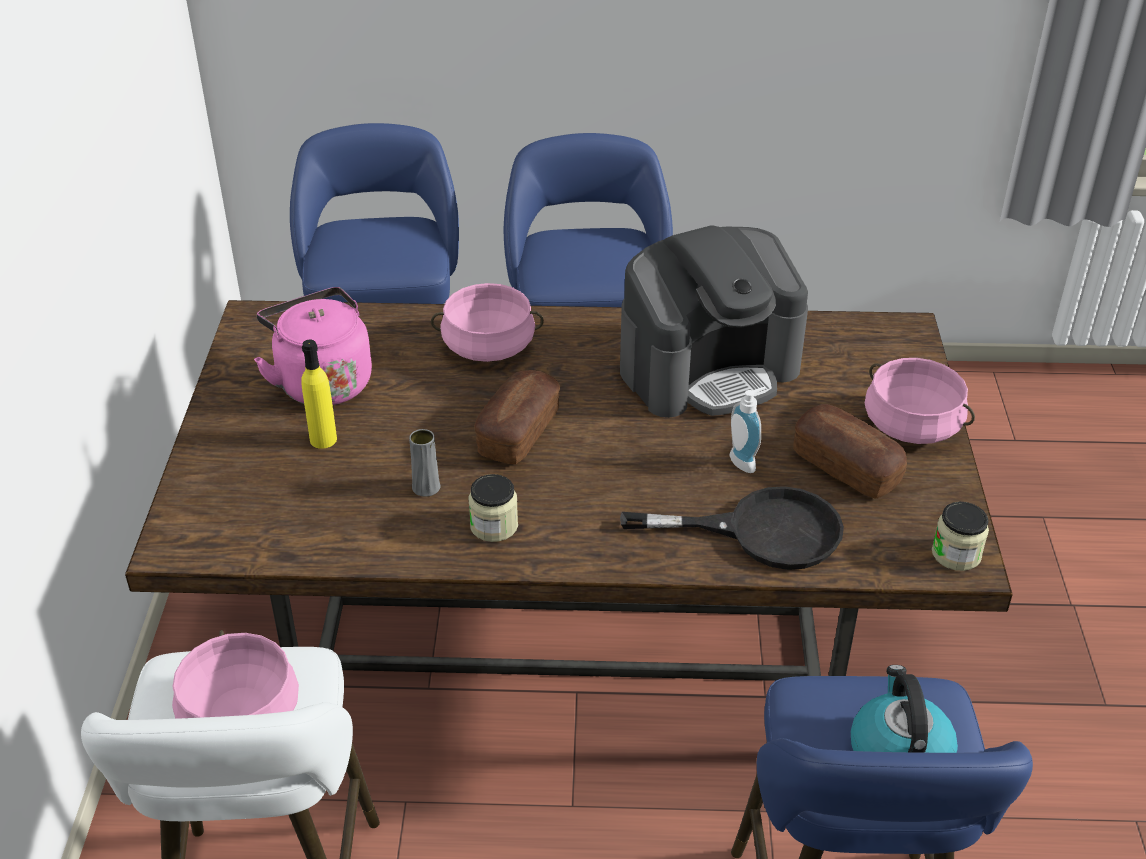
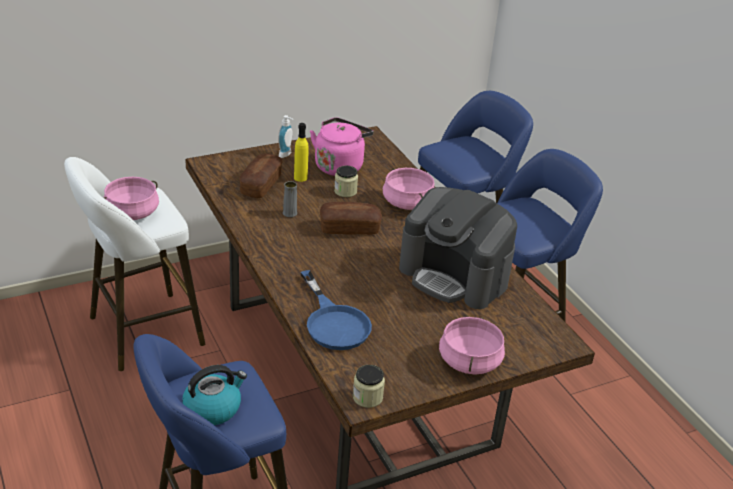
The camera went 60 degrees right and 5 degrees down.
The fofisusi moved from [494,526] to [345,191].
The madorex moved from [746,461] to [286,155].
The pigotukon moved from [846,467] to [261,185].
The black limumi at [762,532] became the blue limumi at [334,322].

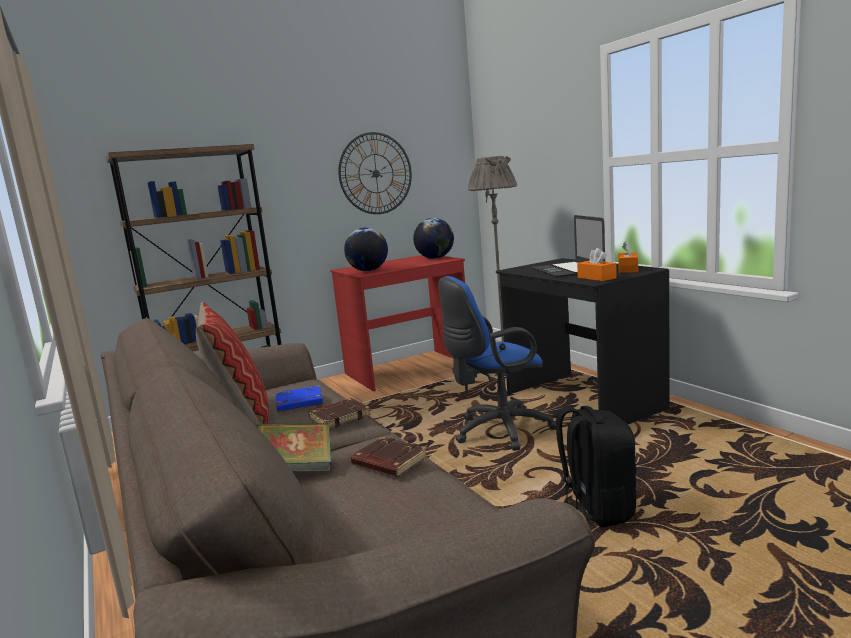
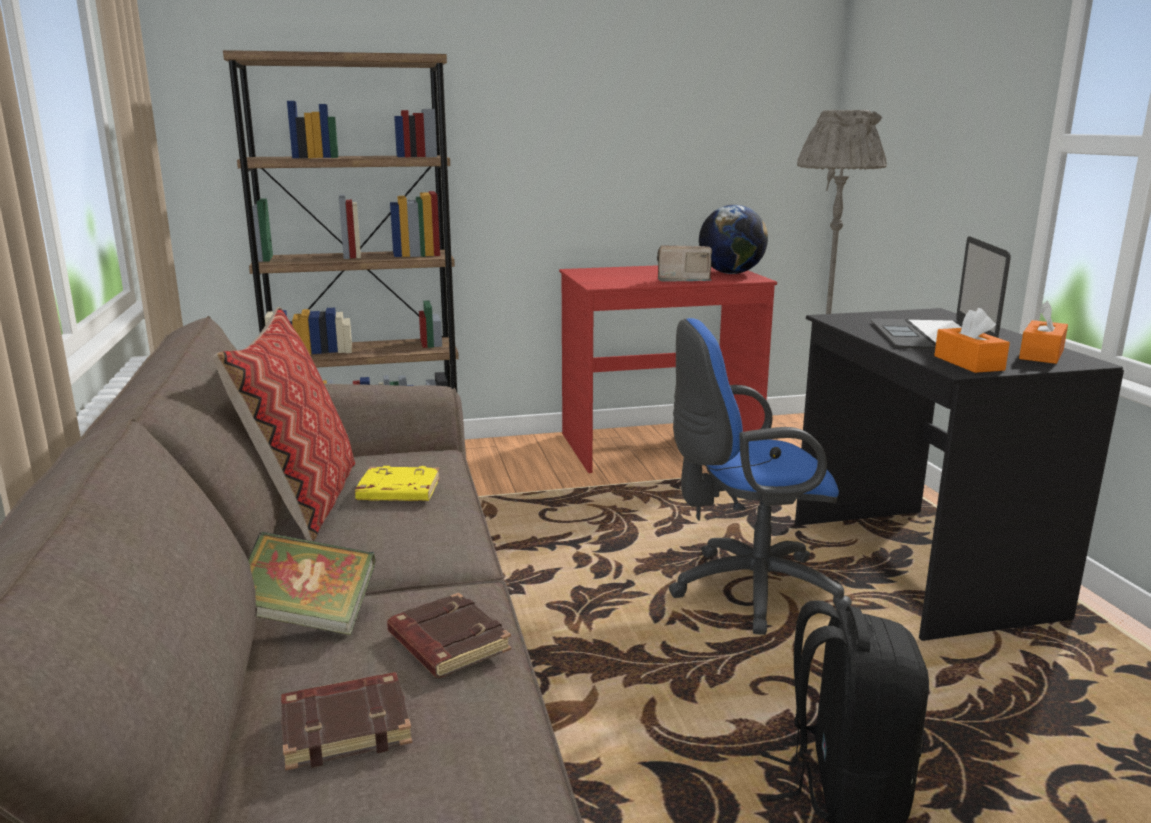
The camera went 15 degrees right and 5 degrees up.
The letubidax at [376,173] disappeared.
The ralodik at [368,270] disappeared.
The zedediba at [682,280] appeared.
The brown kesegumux moved from [340,417] to [347,726].
The blue kesegumux at [299,403] became the yellow kesegumux at [397,492].

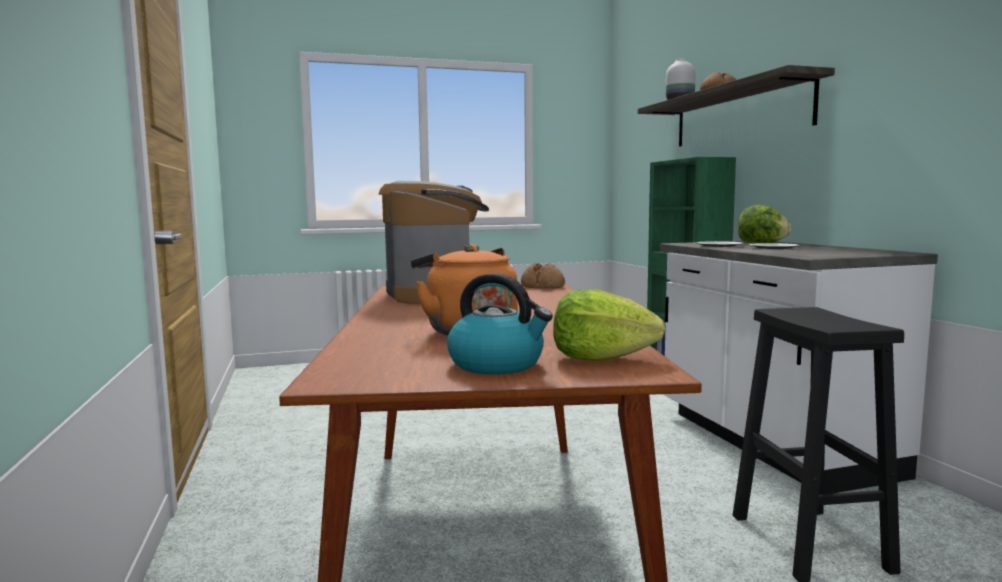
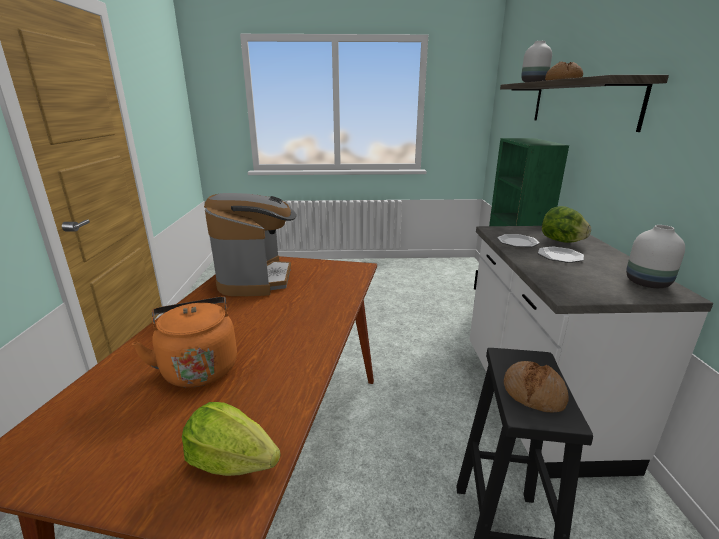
The camera went 15 degrees right and 15 degrees up.
The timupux at [498,364] disappeared.
The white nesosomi at [648,283] appeared.
The pigotukon moved from [542,286] to [533,393].

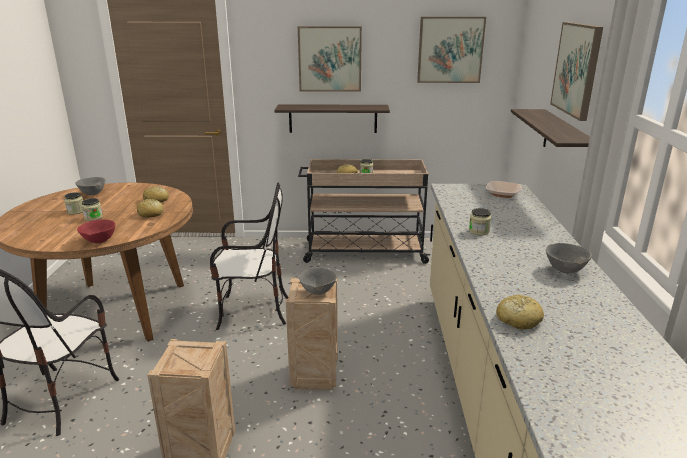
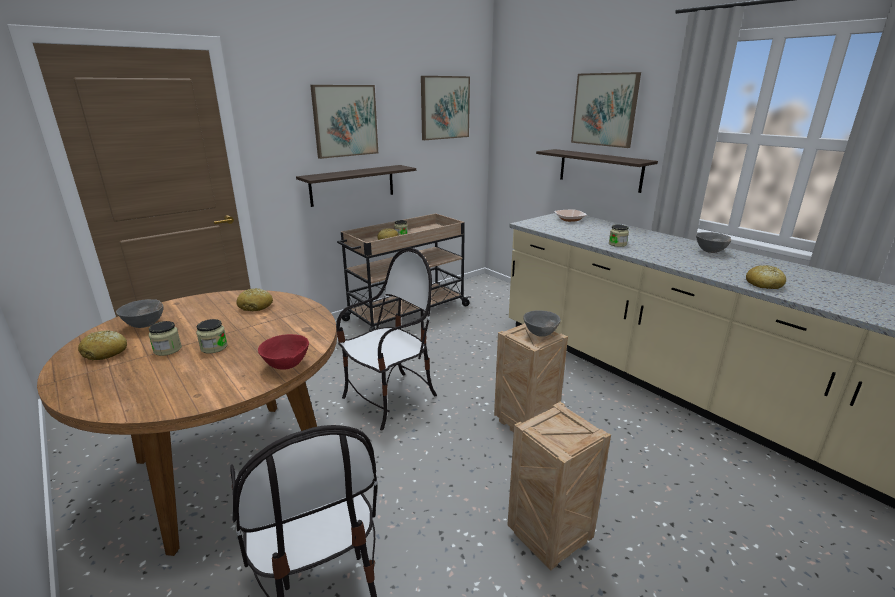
The camera went 40 degrees left and 0 degrees up.
The pigotukon moved from [151,214] to [105,353].

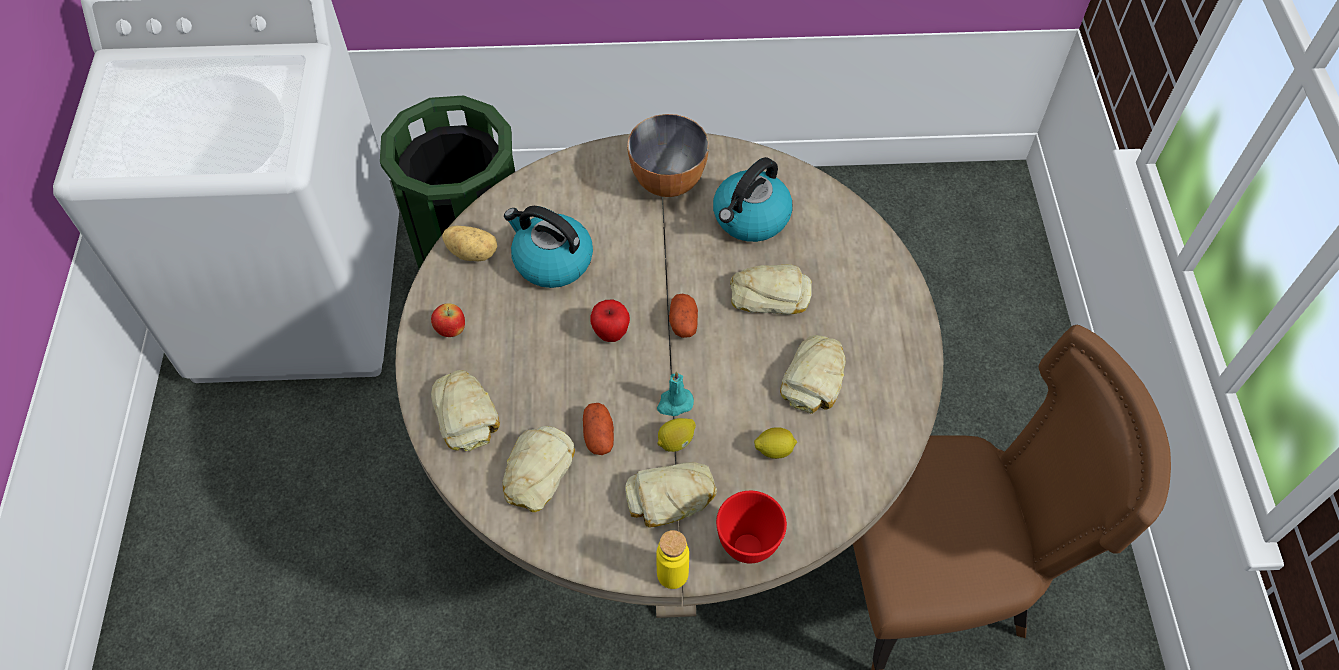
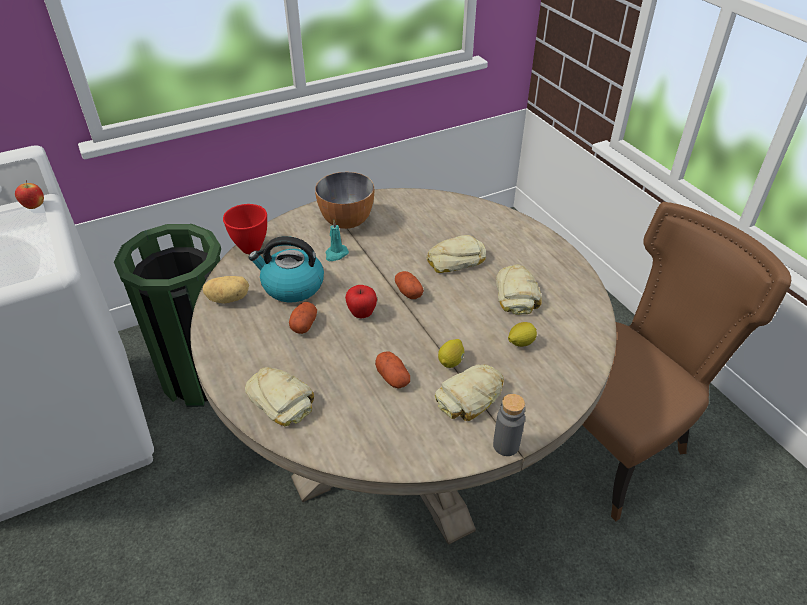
The camera went 25 degrees left and 15 degrees down.
The pigotukon at [536,472] disappeared.
The timupux at [750,218] disappeared.
The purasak at [304,324] appeared.
The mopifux moved from [451,330] to [34,206].
The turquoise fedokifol moved from [674,403] to [336,254].
The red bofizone moved from [749,547] to [252,248].
The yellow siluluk at [672,574] became the grey siluluk at [506,445].

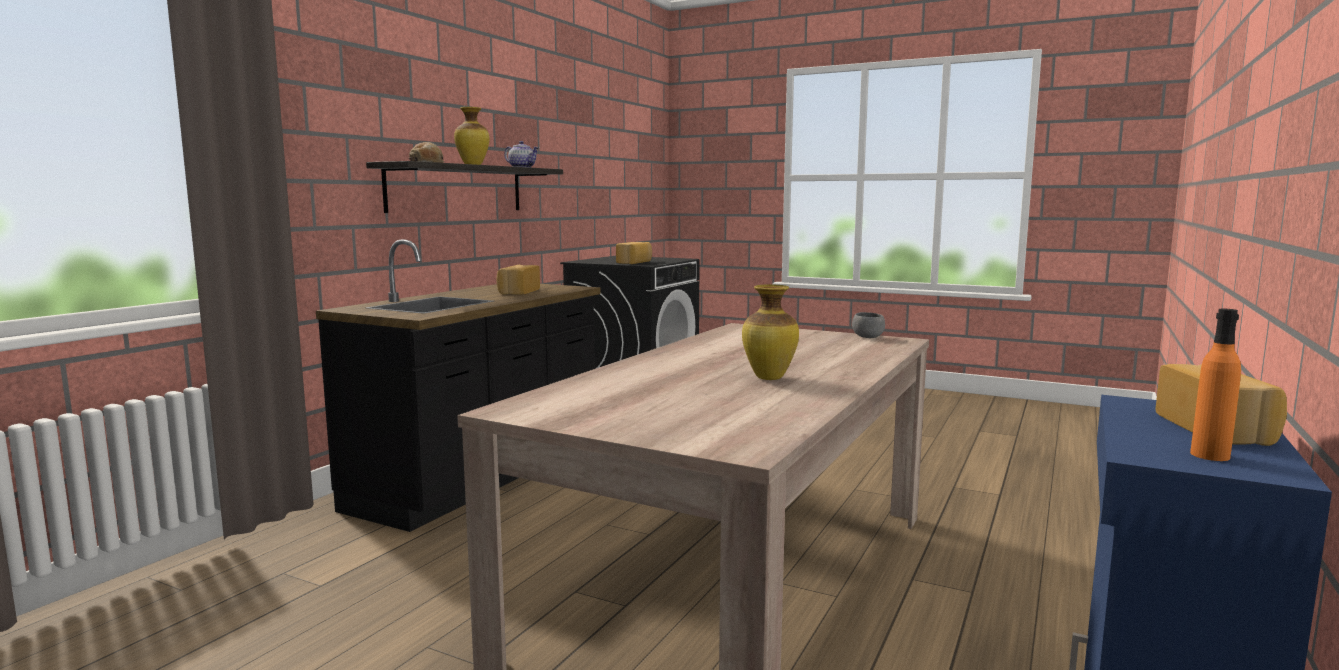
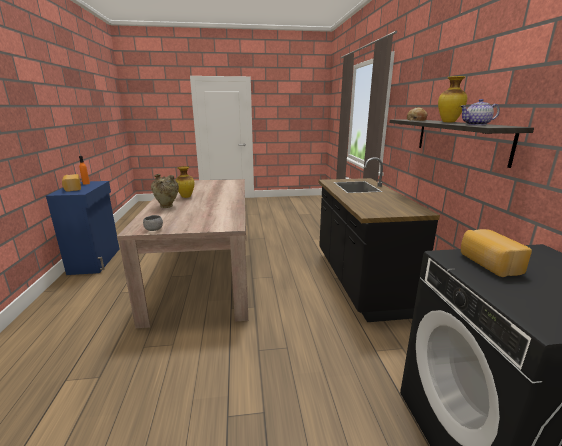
The camera went 145 degrees right and 10 degrees up.
The pigotukon at [518,292] disappeared.
The beige nesosomi at [167,207] appeared.

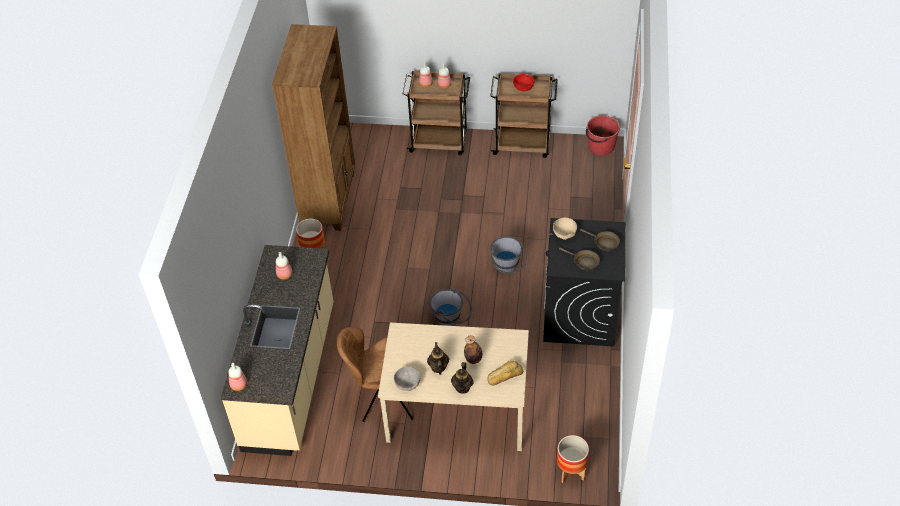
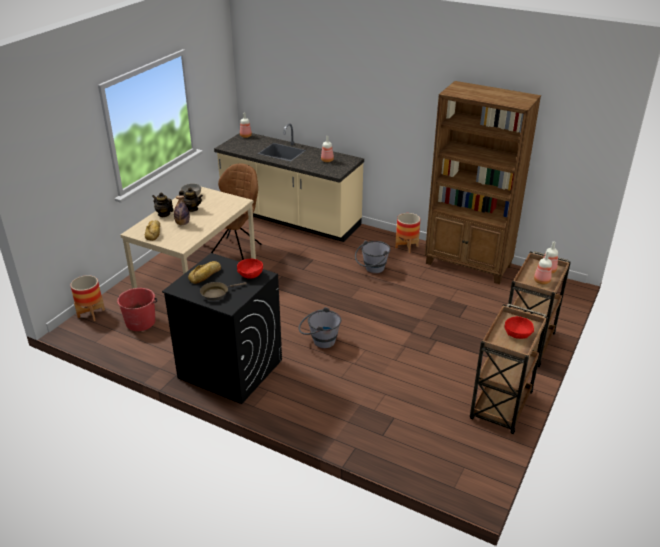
The camera went 110 degrees right and 15 degrees down.
The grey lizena moved from [452,320] to [372,270].
The red lizena moved from [600,147] to [140,322].
The brown limumi at [584,262] was replaced by the pigotukon at [206,275].
The beige bofizone at [564,233] became the red bofizone at [250,275].

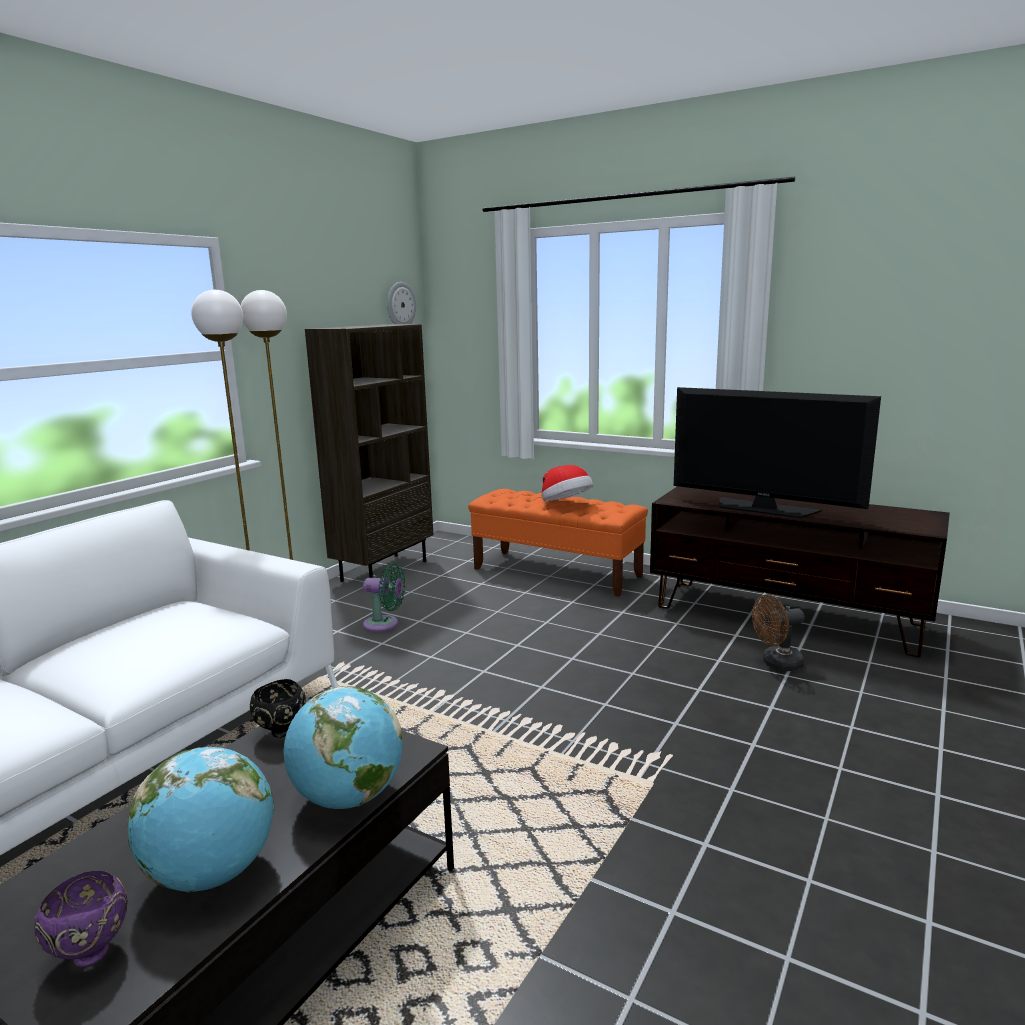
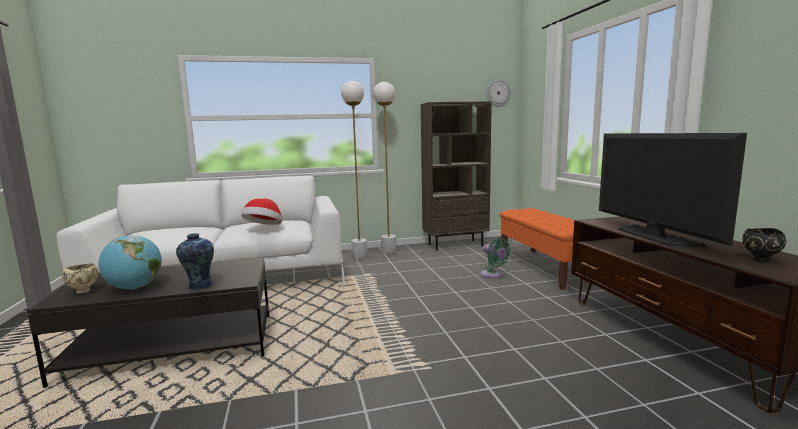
The camera went 45 degrees right and 5 degrees down.
The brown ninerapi at [776,664] disappeared.
The black bofizone moved from [281,733] to [760,260].
The green ninerapi moved from [384,624] to [493,275].
The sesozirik moved from [566,504] to [264,228].
The ralodik at [348,797] was replaced by the nesosomi at [199,286].
The purple bofizone at [91,952] became the beige bofizone at [84,291].

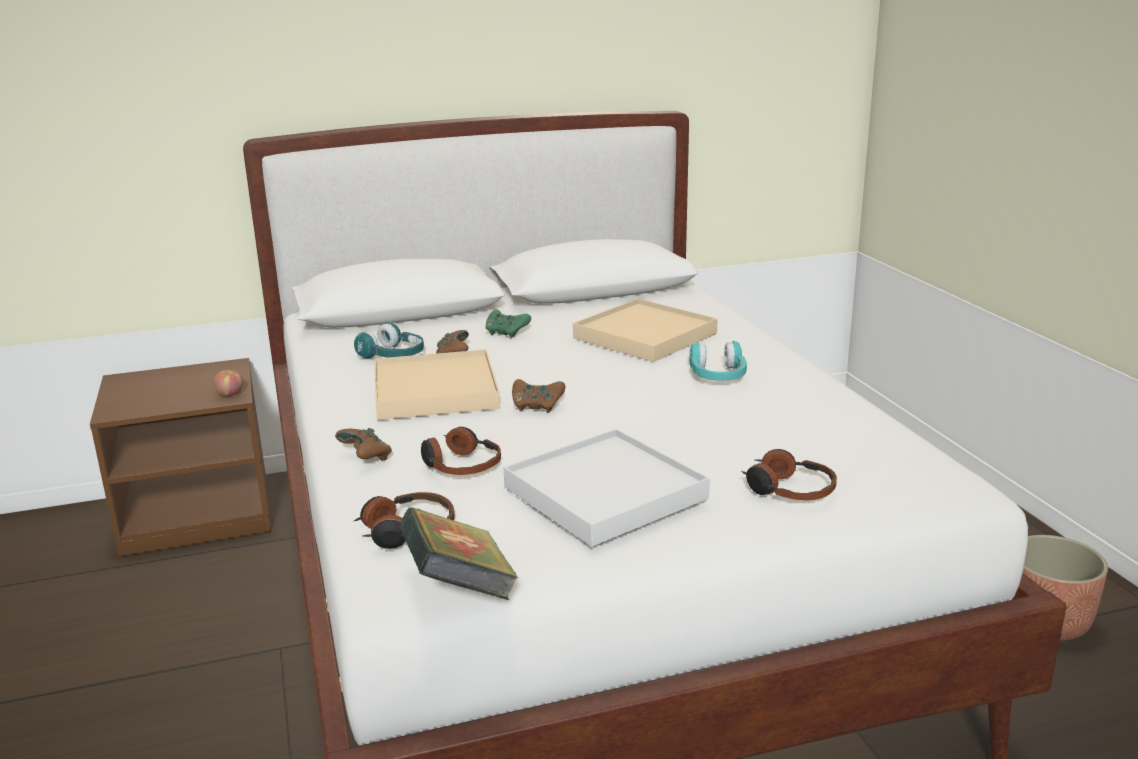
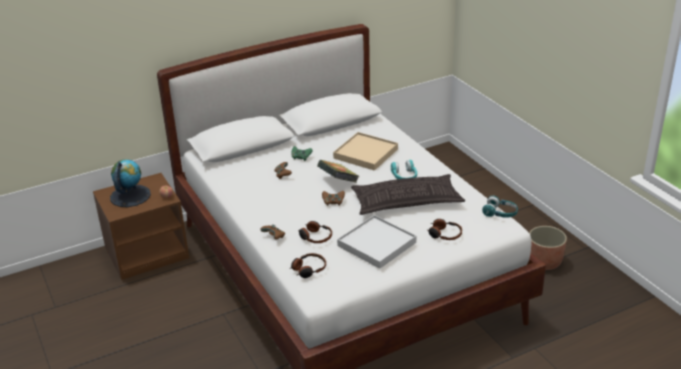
The camera went 10 degrees left and 10 degrees up.
The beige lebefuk at [435,391] disappeared.
The ralodik at [130,196] appeared.
The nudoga at [406,201] appeared.
The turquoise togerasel moved from [393,356] to [500,213].
The kesegumux moved from [459,589] to [338,182].

